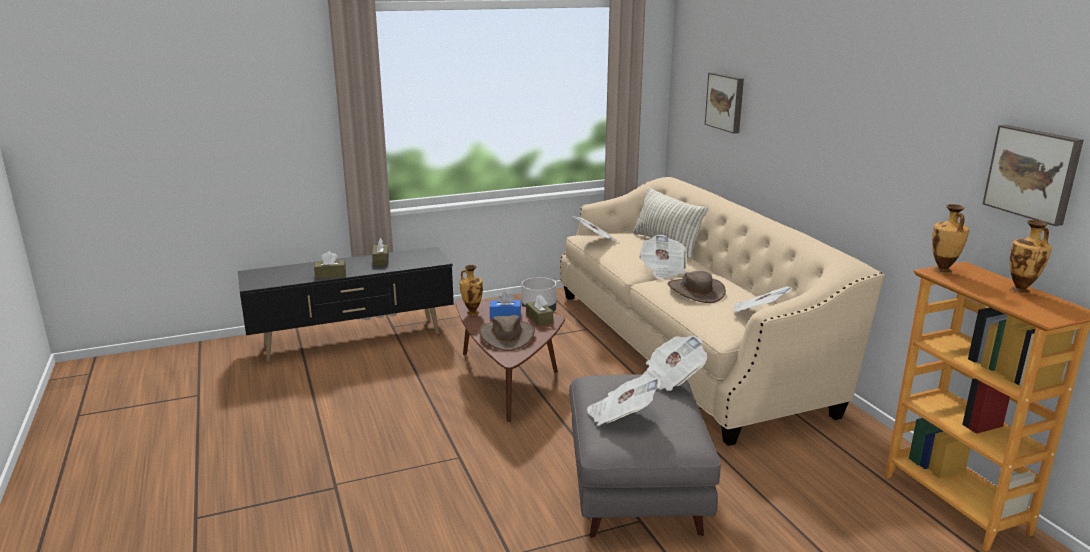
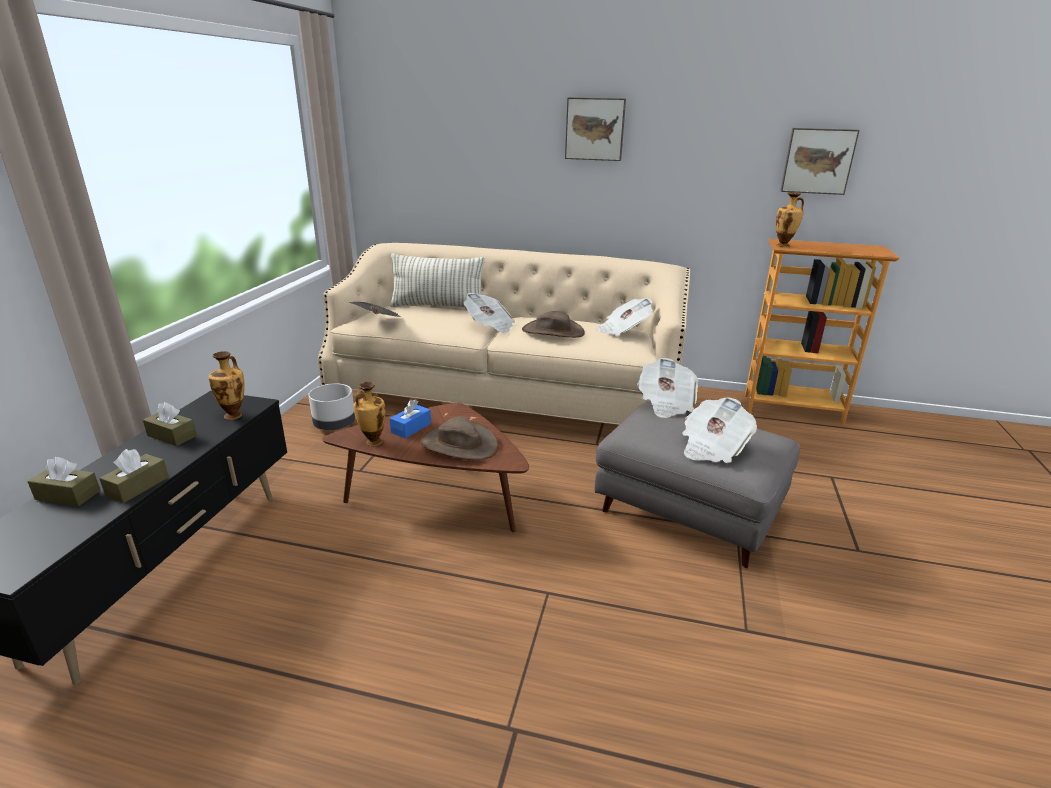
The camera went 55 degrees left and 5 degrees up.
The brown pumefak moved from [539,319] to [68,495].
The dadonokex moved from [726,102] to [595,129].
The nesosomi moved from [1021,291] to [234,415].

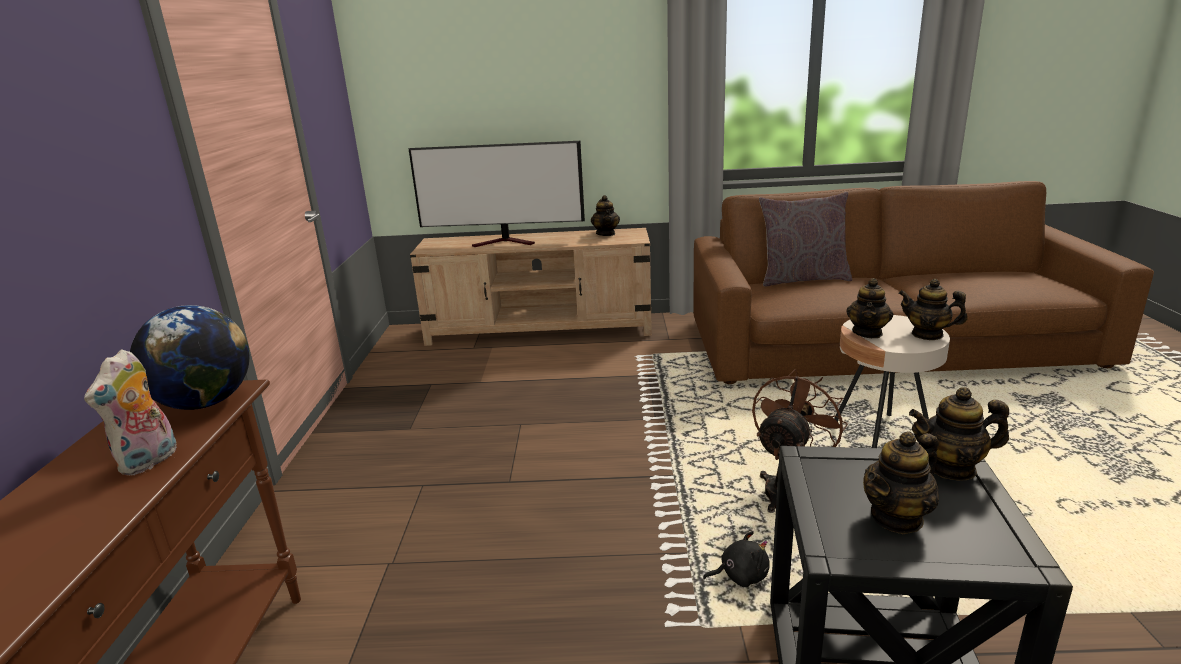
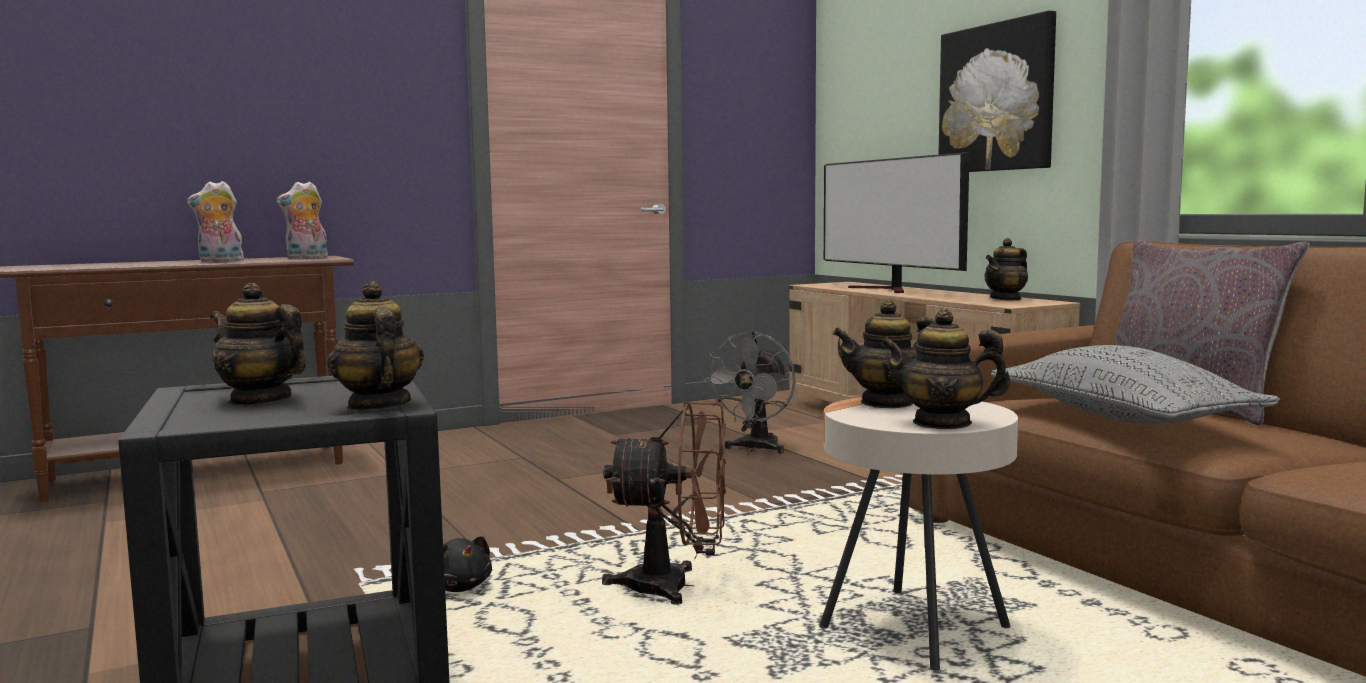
The camera went 60 degrees right and 15 degrees down.
The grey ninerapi at [755,449] appeared.
The dadonokex at [997,98] appeared.
The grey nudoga at [1121,418] appeared.
The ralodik at [205,403] was replaced by the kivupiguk at [306,258].
The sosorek at [927,334] turned 75 degrees counterclockwise.

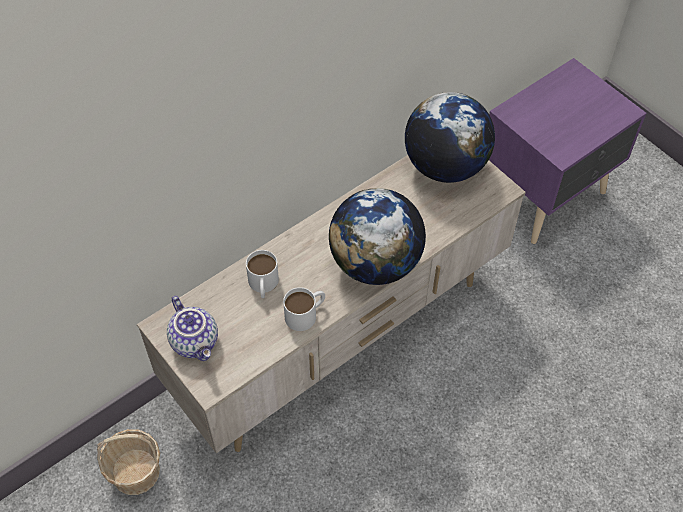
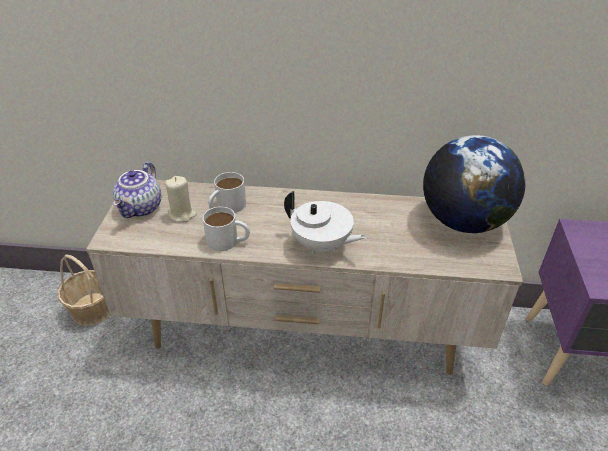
The camera went 45 degrees right and 15 degrees down.
The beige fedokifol at [182,214] appeared.
The ralodik at [375,263] was replaced by the white sosorek at [321,245].

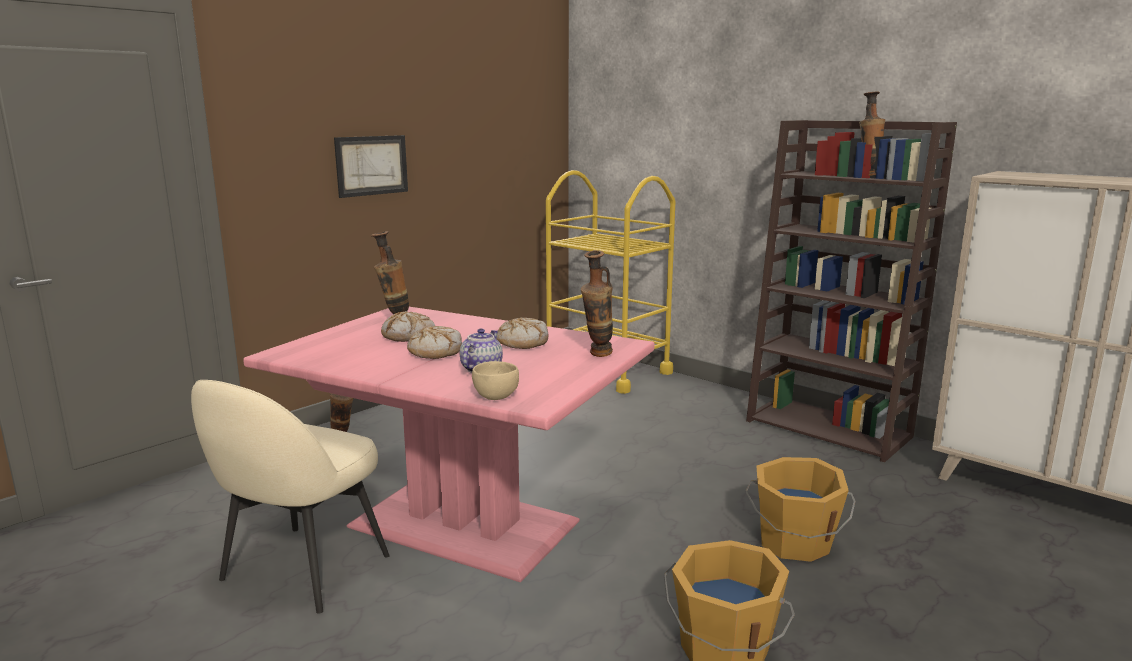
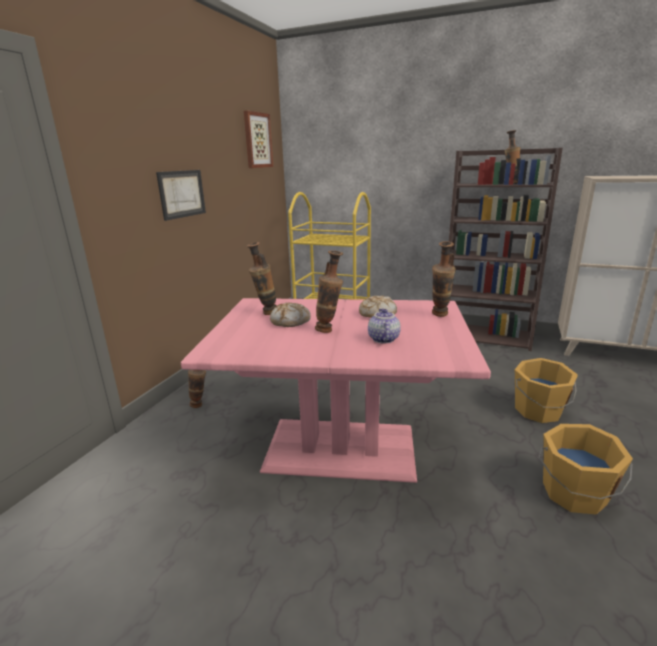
The camera went 20 degrees left and 5 degrees up.
The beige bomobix at [302,570] disappeared.
The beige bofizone at [497,397] disappeared.
The dadonokex at [257,140] appeared.
The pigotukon at [435,352] was replaced by the nesosomi at [329,331].

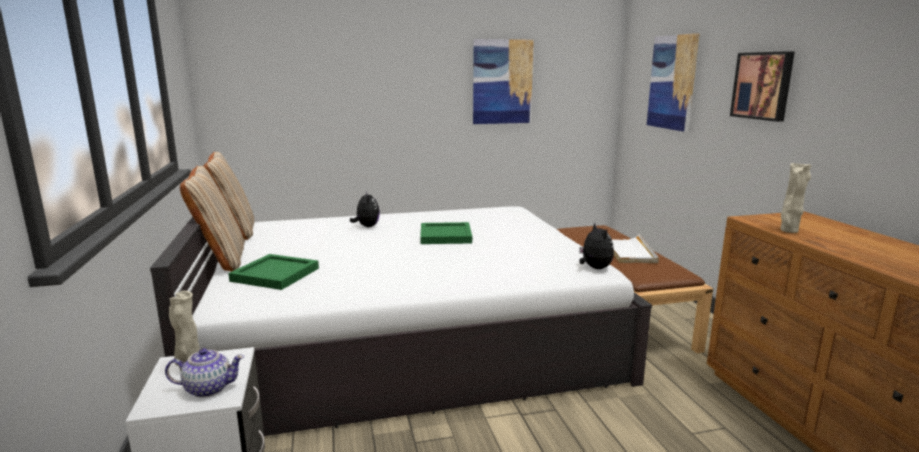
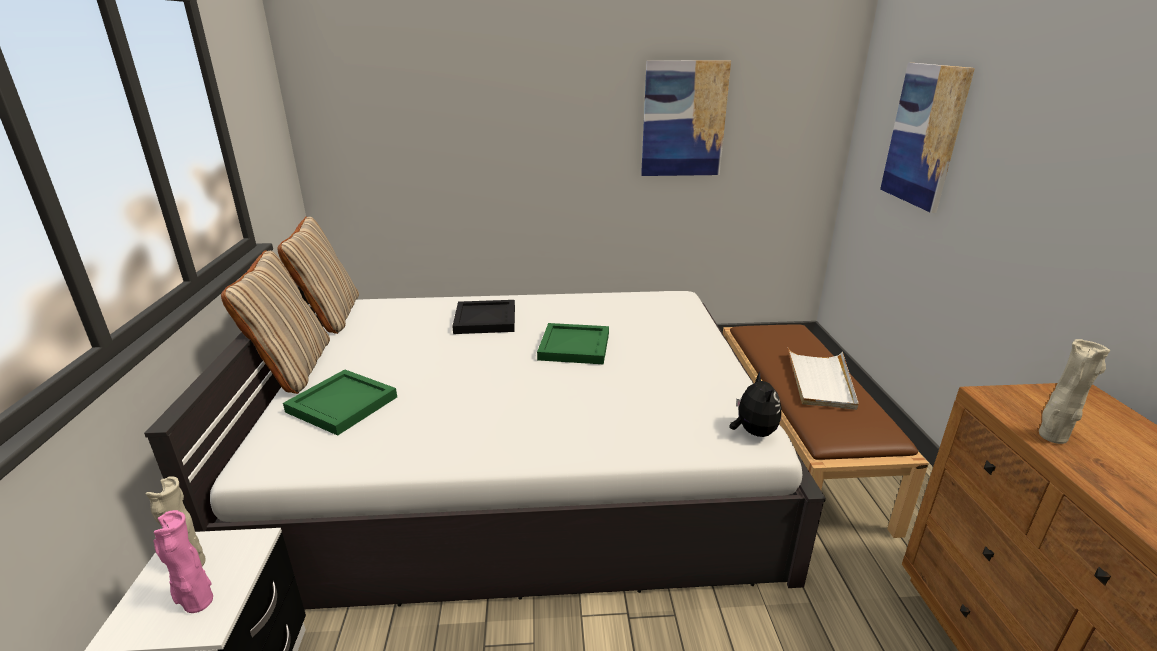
The camera went 10 degrees right and 10 degrees up.
The dadonokex at [763,85] disappeared.
The sosorek at [208,388] was replaced by the pink nesosomi at [197,603].
The kivupiguk at [366,226] was replaced by the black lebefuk at [484,319].

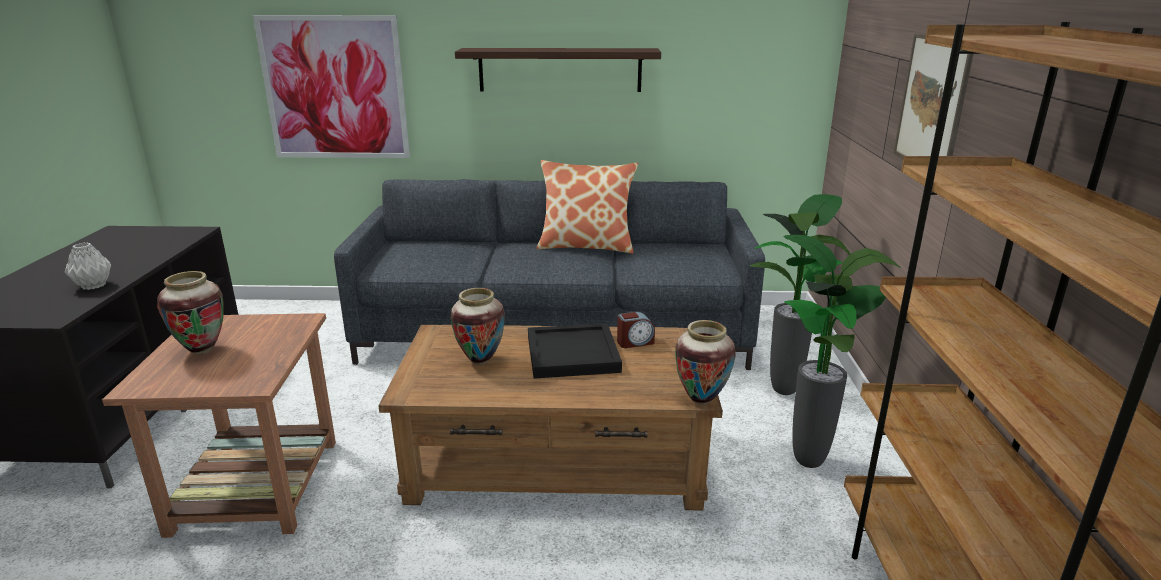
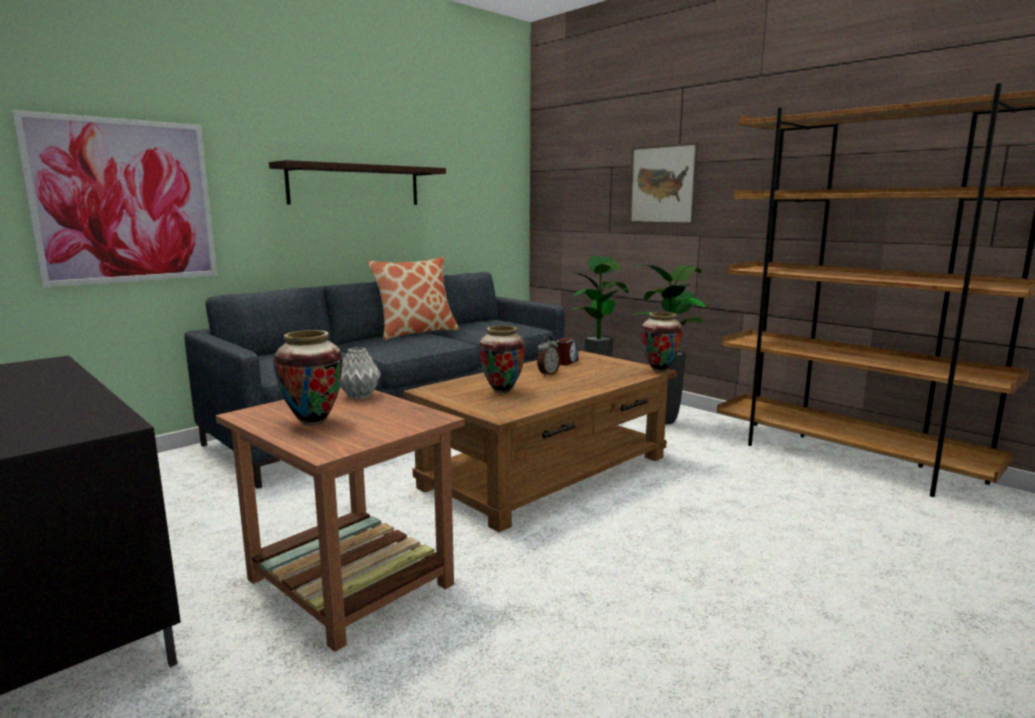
The camera went 45 degrees left and 10 degrees down.
The grey nesosomi moved from [94,286] to [359,396].
The black lebefuk at [573,354] was replaced by the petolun at [547,374].

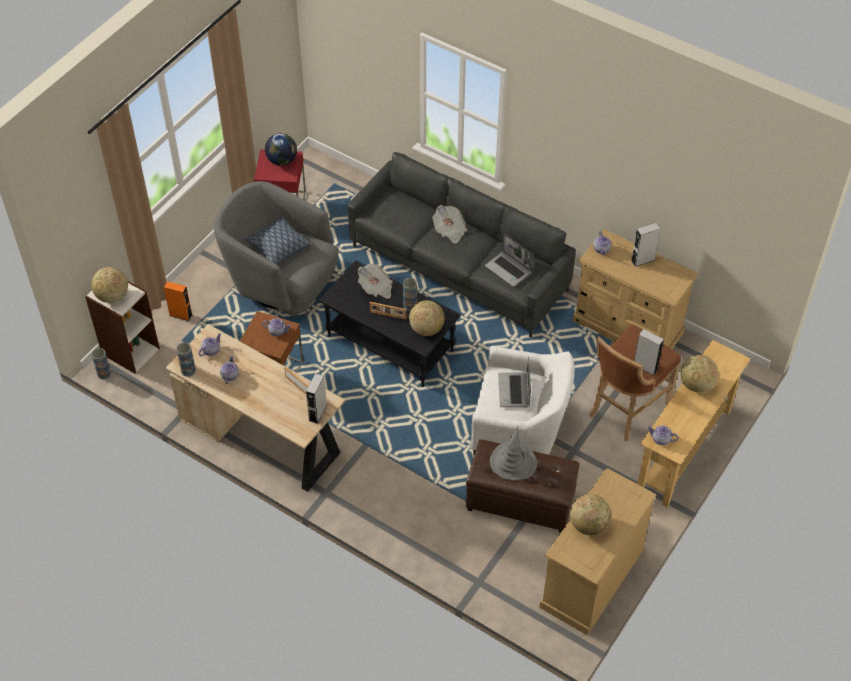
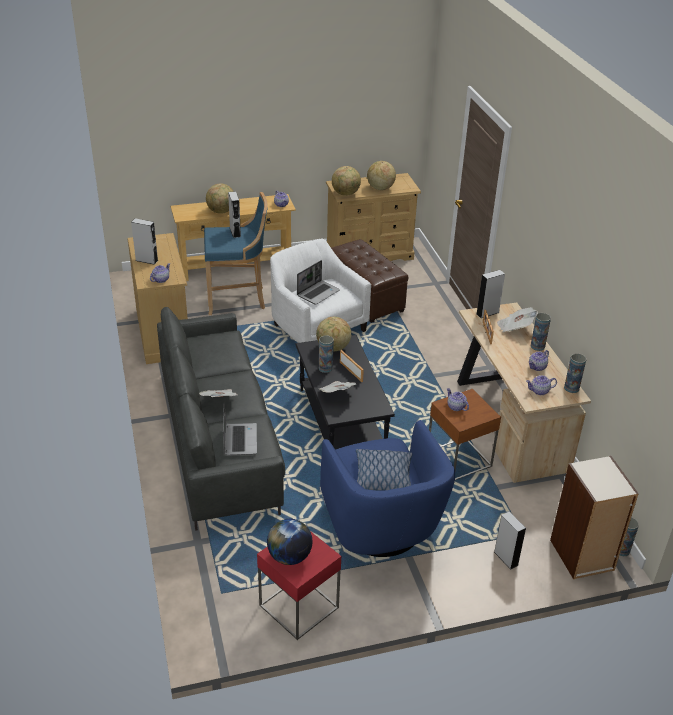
The camera went 140 degrees left and 15 degrees down.
The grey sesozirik at [513,462] disappeared.
The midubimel at [515,328] appeared.
The nesosomi at [537,346] appeared.
The ralodik moved from [112,296] to [345,194].
The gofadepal moved from [509,269] to [239,440].
The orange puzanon at [181,315] became the grey puzanon at [506,558].
The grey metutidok at [281,282] became the blue metutidok at [380,527].
The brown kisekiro at [625,410] became the blue kisekiro at [238,299].

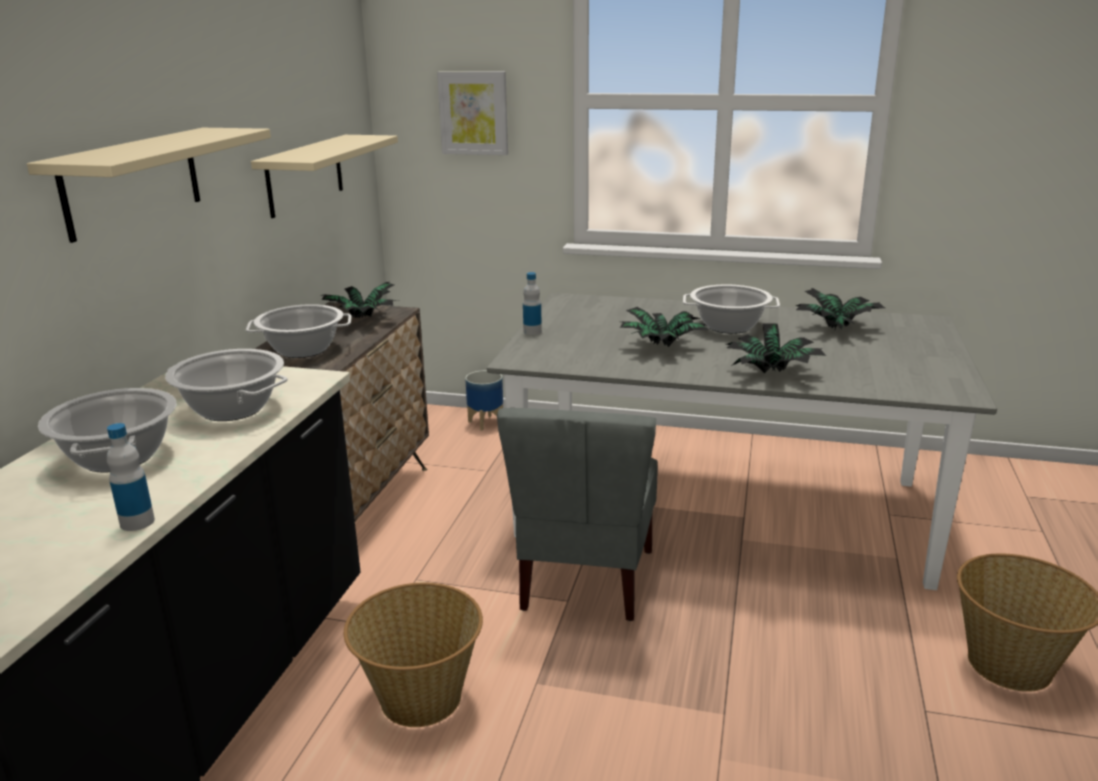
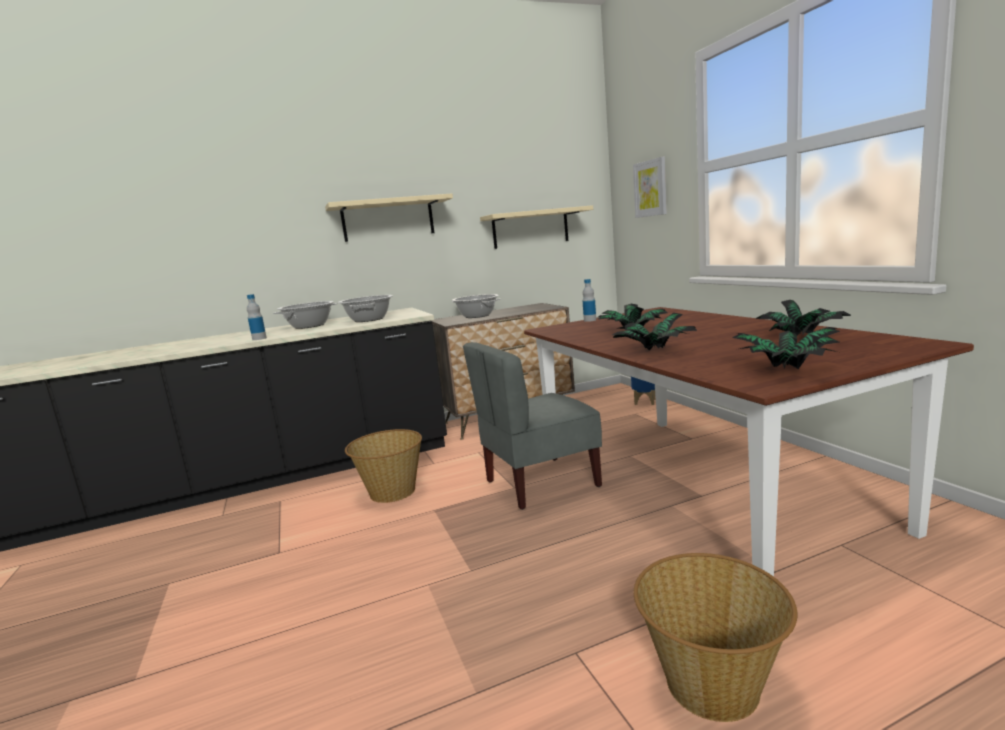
The camera went 55 degrees right and 10 degrees down.
The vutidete at [728,326] disappeared.
The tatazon moved from [361,320] to [784,371].
The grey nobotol at [721,509] became the brown nobotol at [695,485].

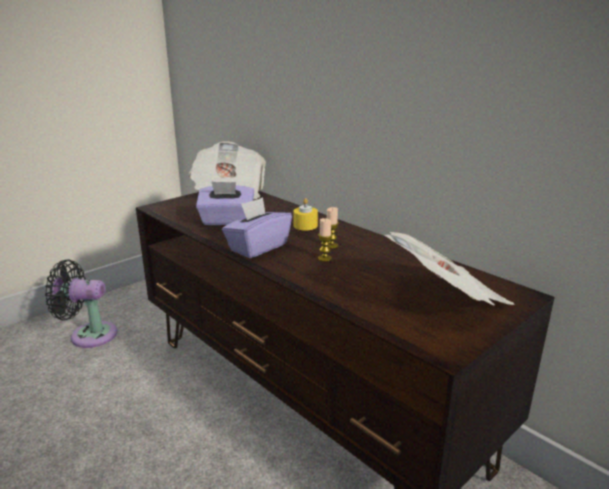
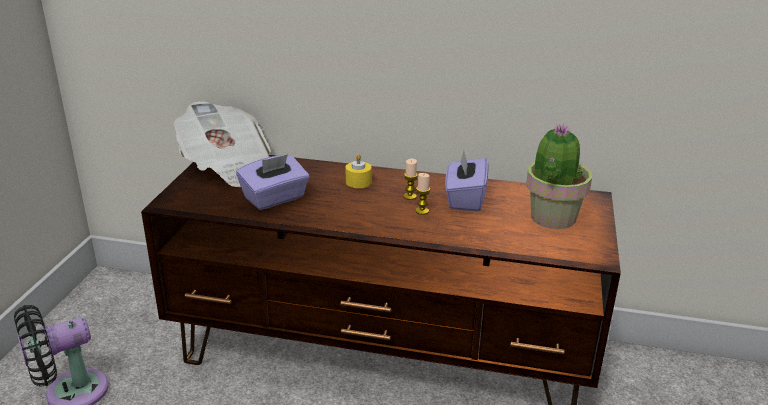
The camera went 35 degrees left and 5 degrees up.
The purple pumefak moved from [257,247] to [465,199].
The midubimel at [445,299] was replaced by the tatazon at [552,218].

